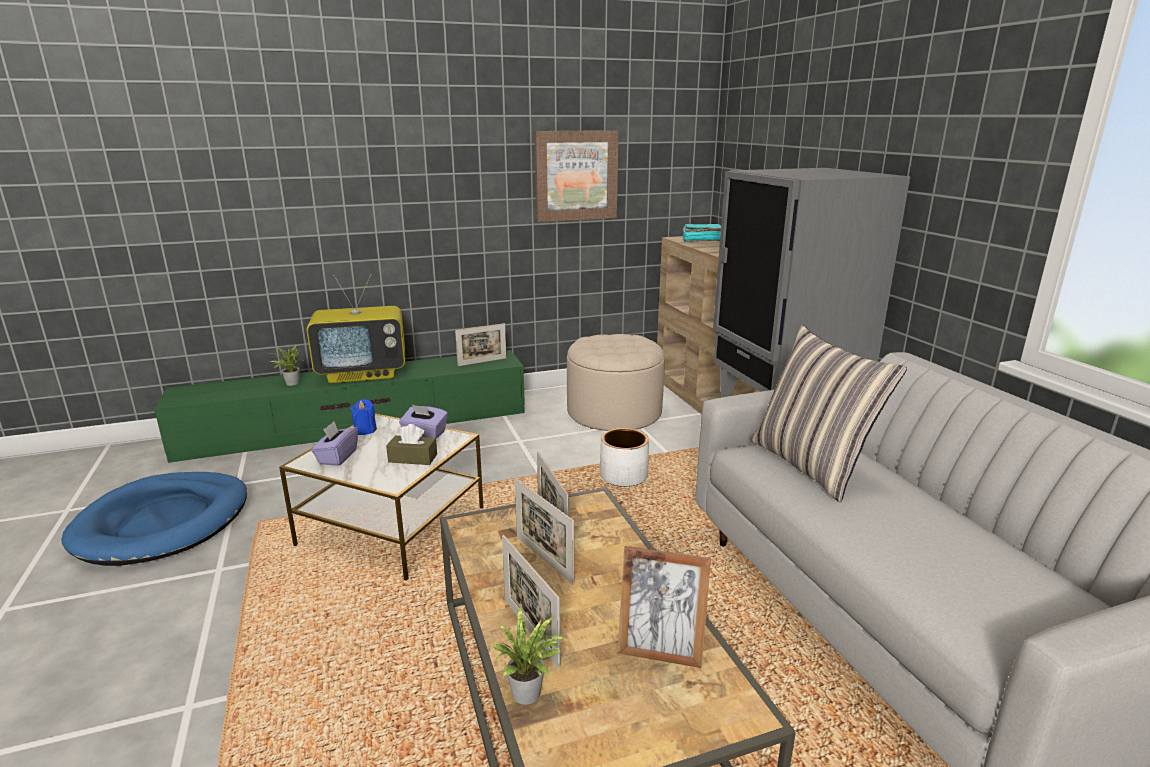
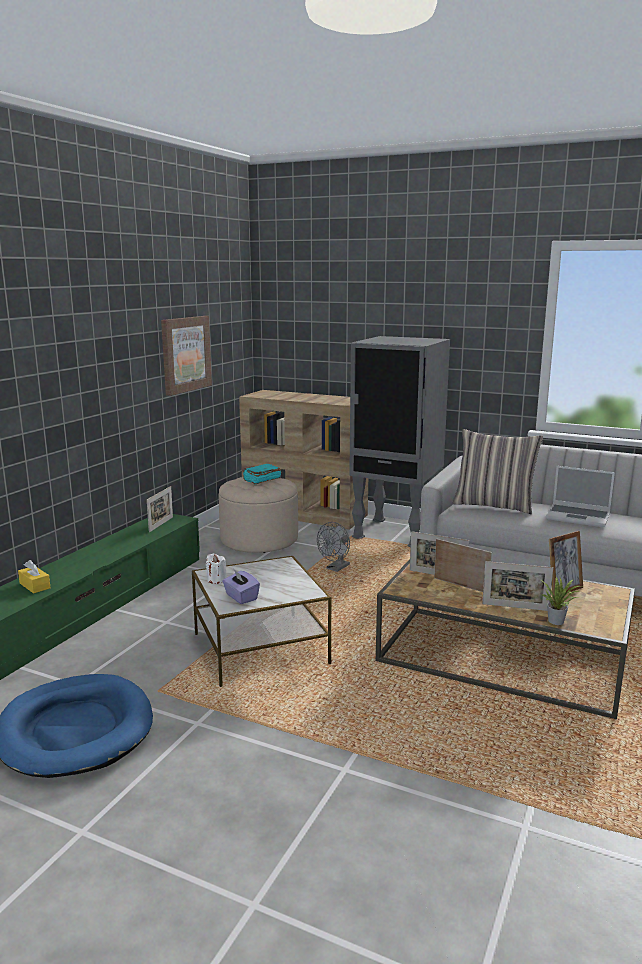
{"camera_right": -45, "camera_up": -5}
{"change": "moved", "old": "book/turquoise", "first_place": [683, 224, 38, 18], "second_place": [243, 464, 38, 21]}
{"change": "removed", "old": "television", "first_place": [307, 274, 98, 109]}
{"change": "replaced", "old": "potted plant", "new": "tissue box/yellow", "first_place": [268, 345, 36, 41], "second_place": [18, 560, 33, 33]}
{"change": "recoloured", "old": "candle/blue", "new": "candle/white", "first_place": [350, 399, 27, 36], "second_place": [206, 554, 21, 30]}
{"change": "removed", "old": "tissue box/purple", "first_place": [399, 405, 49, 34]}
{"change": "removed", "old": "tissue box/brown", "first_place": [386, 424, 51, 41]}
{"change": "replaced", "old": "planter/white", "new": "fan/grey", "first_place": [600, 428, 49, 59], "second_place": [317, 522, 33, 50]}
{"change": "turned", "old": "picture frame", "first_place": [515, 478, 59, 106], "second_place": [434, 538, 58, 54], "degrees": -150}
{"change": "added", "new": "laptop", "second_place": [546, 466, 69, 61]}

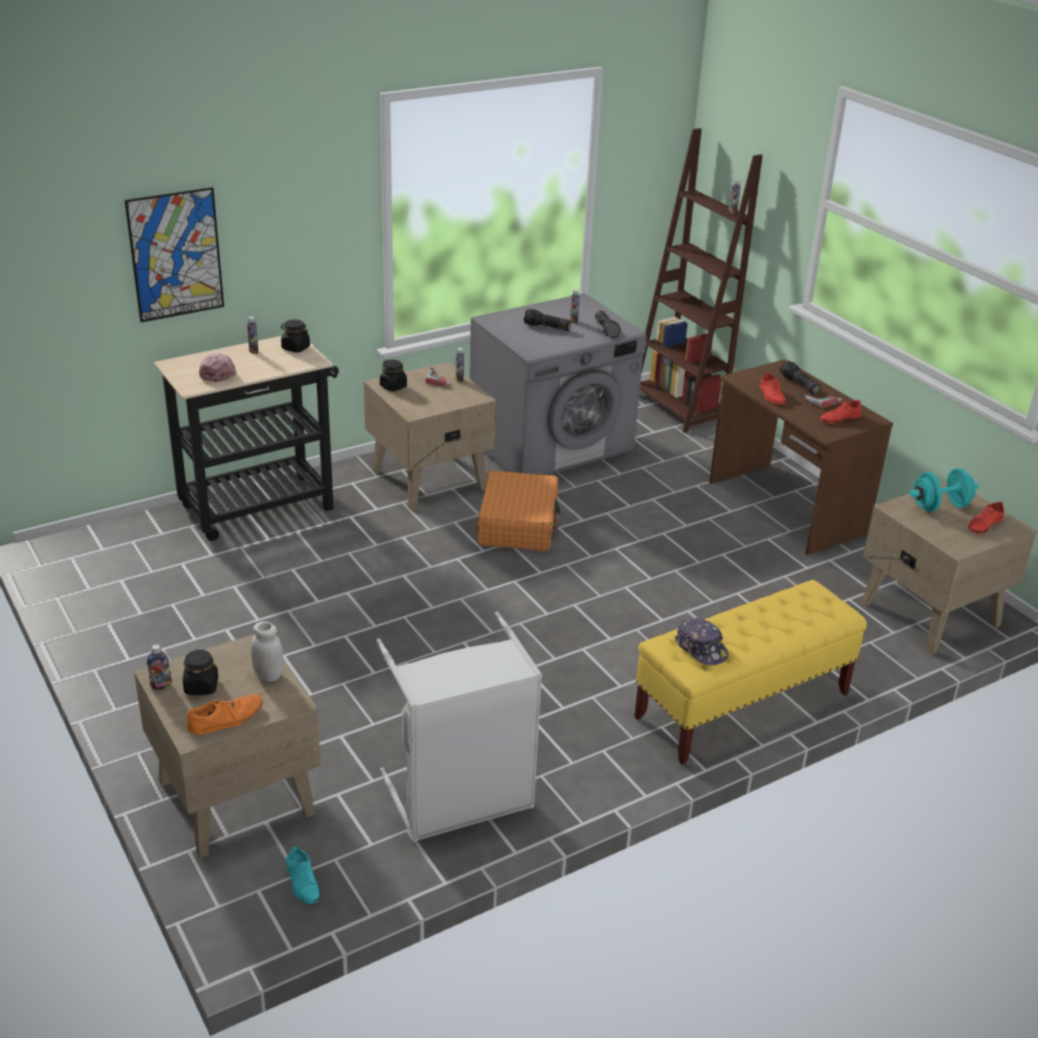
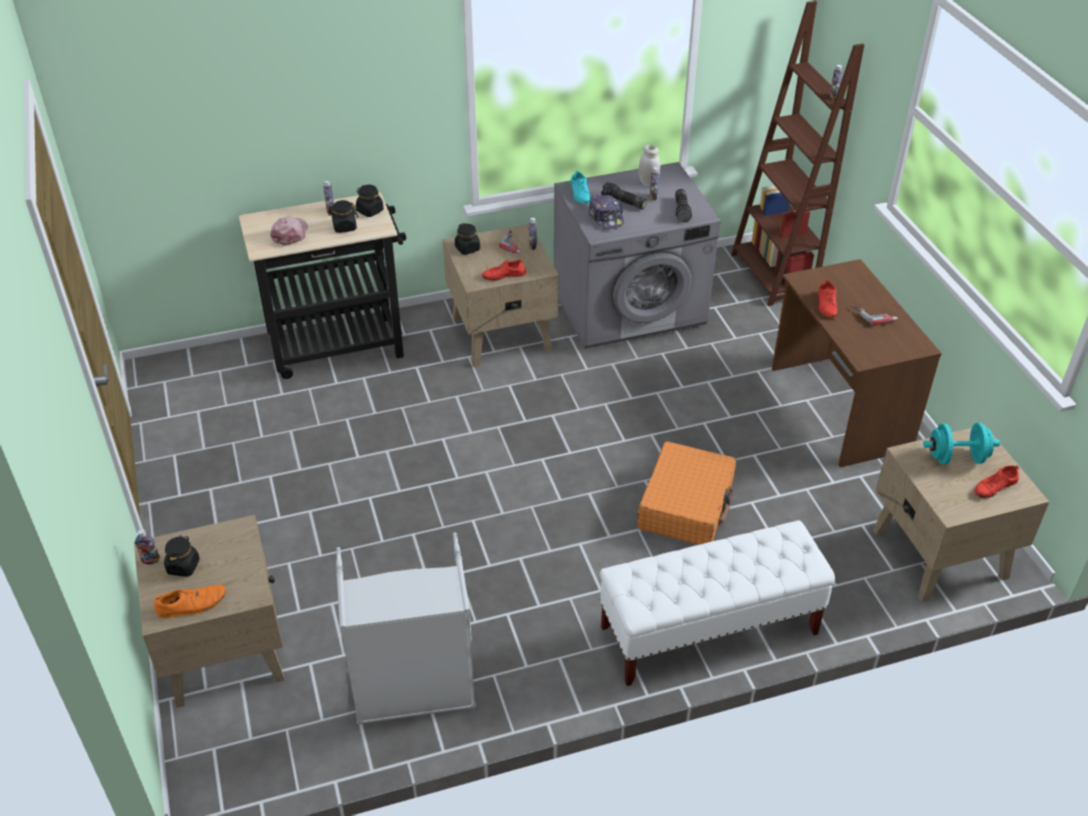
{"camera_right": 15, "camera_up": 10}
{"change": "removed", "old": "picture", "first_place": [124, 187, 100, 135]}
{"change": "removed", "old": "flashlight", "first_place": [780, 361, 41, 33]}
{"change": "moved", "old": "shoe/red", "first_place": [820, 399, 42, 25], "second_place": [482, 260, 44, 21]}
{"change": "moved", "old": "suitcase/orange", "first_place": [477, 470, 83, 81], "second_place": [637, 441, 99, 104]}
{"change": "recoloured", "old": "bench/yellow", "new": "bench/white", "first_place": [634, 580, 233, 185], "second_place": [600, 520, 235, 166]}
{"change": "moved", "old": "cap", "first_place": [675, 618, 54, 47], "second_place": [588, 195, 36, 34]}
{"change": "moved", "old": "jar/white", "first_place": [251, 621, 33, 61], "second_place": [639, 145, 21, 42]}
{"change": "moved", "old": "shoe/turquoise", "first_place": [286, 846, 34, 58], "second_place": [571, 171, 20, 32]}
{"change": "added", "new": "jar/black", "second_place": [328, 200, 30, 33]}

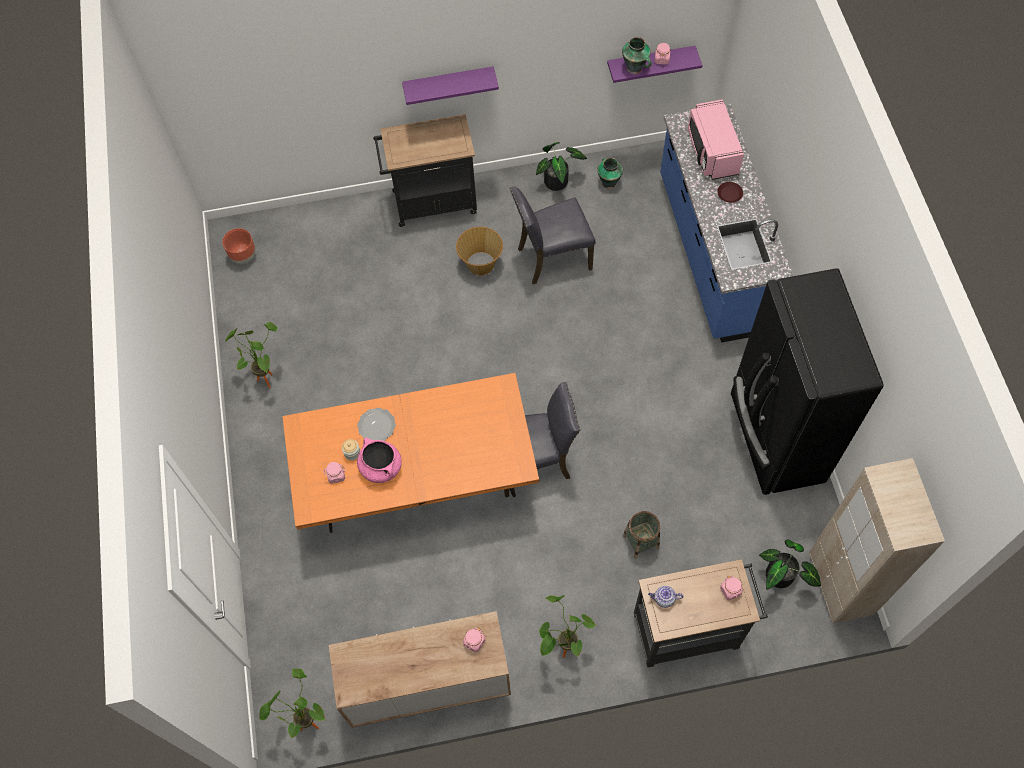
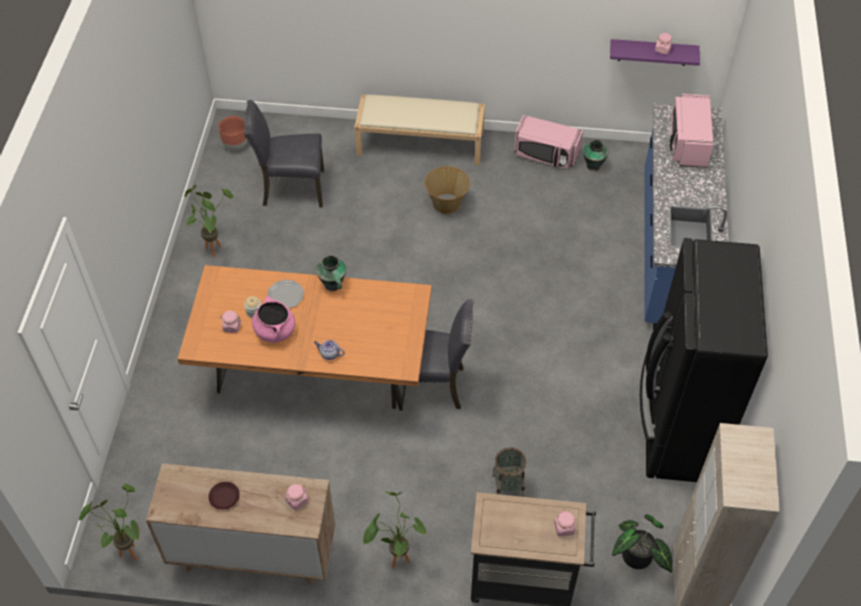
{"camera_right": 15, "camera_up": -10}
{"change": "moved", "old": "vase", "first_place": [622, 37, 30, 37], "second_place": [316, 255, 30, 37]}
{"change": "removed", "old": "shelf/purple", "first_place": [402, 66, 97, 39]}
{"change": "replaced", "old": "cart/black", "new": "bench/beige", "first_place": [373, 114, 104, 113], "second_place": [354, 94, 131, 71]}
{"change": "replaced", "old": "potted plant", "new": "microwave/pink", "first_place": [536, 142, 51, 49], "second_place": [514, 115, 69, 54]}
{"change": "moved", "old": "plate/brown", "first_place": [717, 182, 26, 21], "second_place": [208, 482, 32, 28]}
{"change": "moved", "old": "chair/grey", "first_place": [510, 186, 86, 98], "second_place": [244, 100, 80, 108]}
{"change": "moved", "old": "teapot", "first_place": [648, 586, 35, 22], "second_place": [314, 340, 31, 20]}

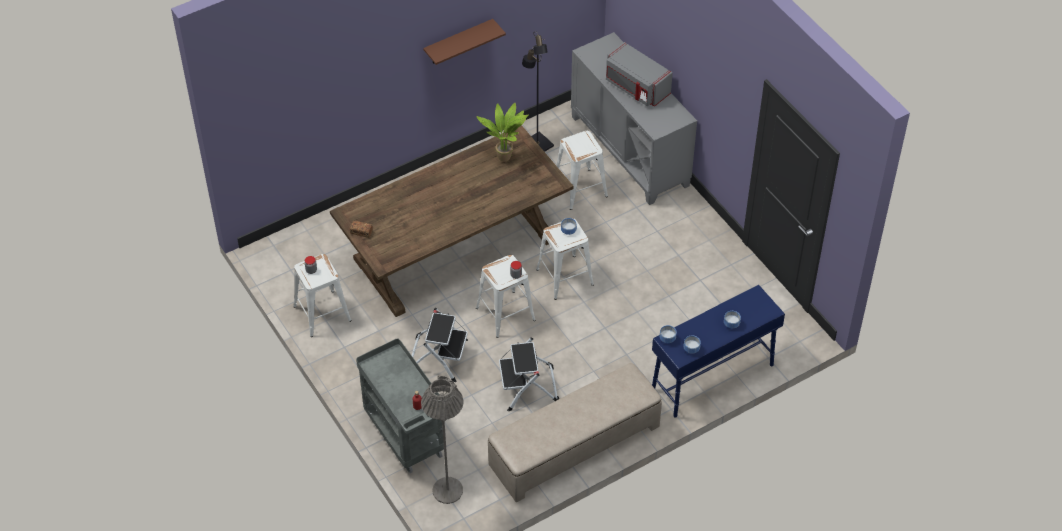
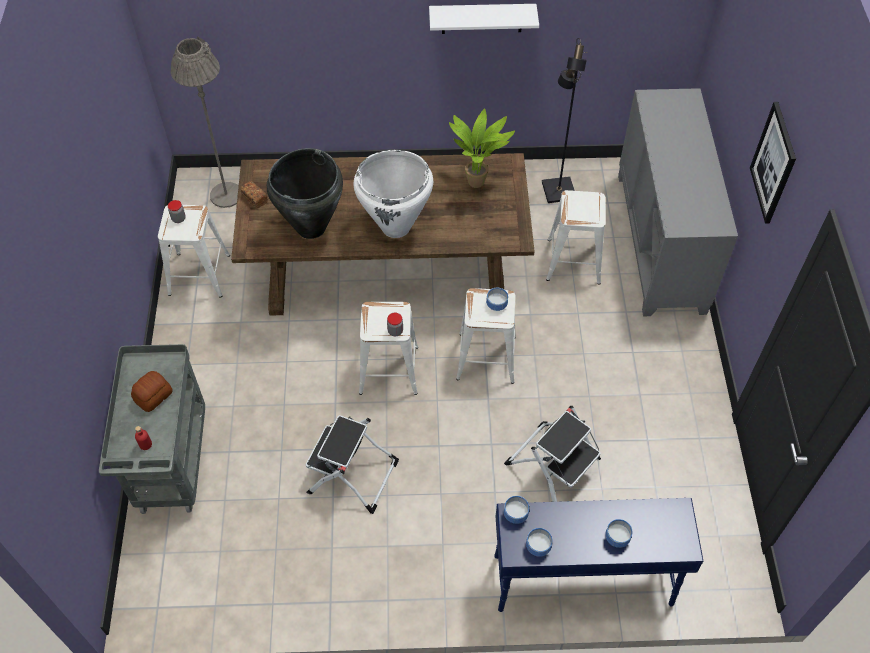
{"camera_right": 30, "camera_up": 5}
{"change": "recoloured", "old": "shelf/brown", "new": "shelf/white", "first_place": [423, 19, 83, 46], "second_place": [429, 4, 110, 30]}
{"change": "removed", "old": "microwave/grey", "first_place": [606, 42, 67, 64]}
{"change": "moved", "old": "step ladder", "first_place": [412, 308, 56, 74], "second_place": [504, 406, 97, 96]}
{"change": "removed", "old": "bench/beige", "first_place": [488, 363, 174, 139]}
{"change": "moved", "old": "floor lamp/grey", "first_place": [421, 376, 43, 128], "second_place": [171, 37, 68, 171]}
{"change": "added", "new": "picture", "second_place": [750, 102, 46, 122]}
{"change": "added", "new": "vase/black", "second_place": [267, 148, 76, 91]}
{"change": "added", "new": "vase/white", "second_place": [354, 150, 79, 88]}
{"change": "added", "new": "bread", "second_place": [131, 371, 42, 41]}

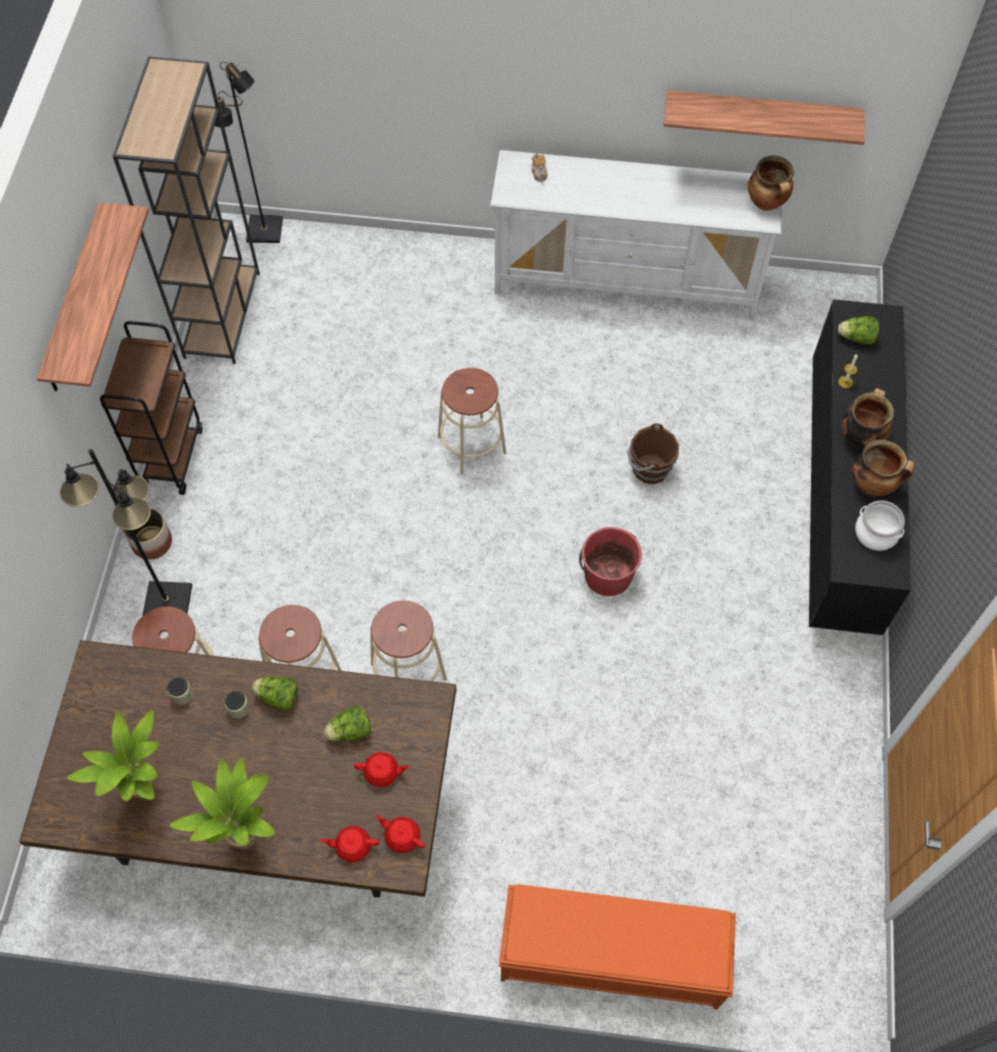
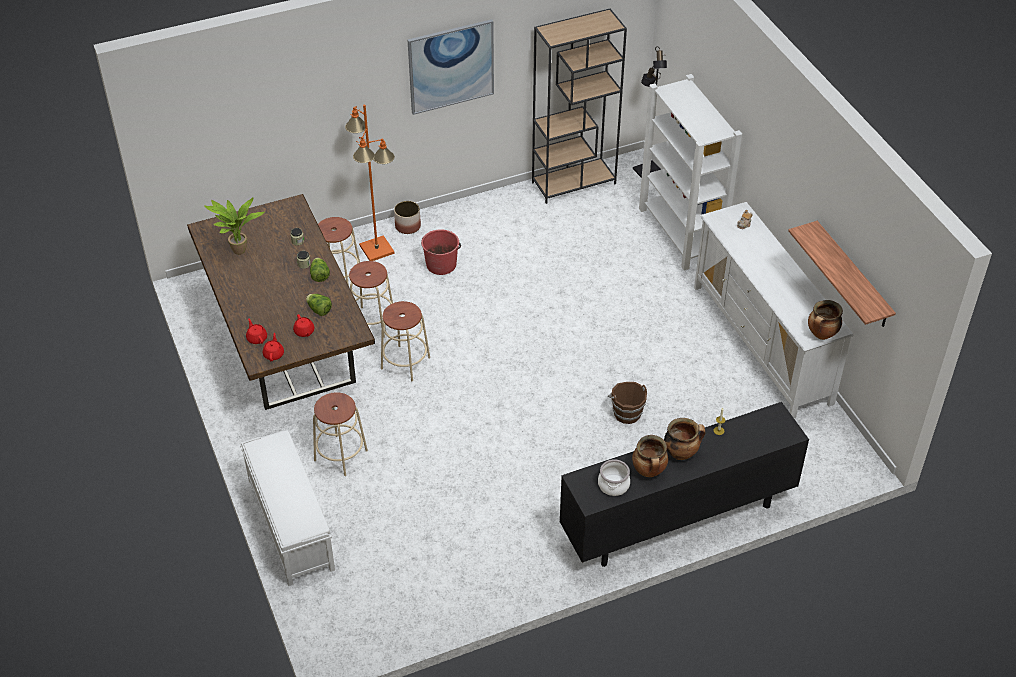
{"camera_right": 60, "camera_up": -15}
{"change": "replaced", "old": "shelf", "new": "picture", "first_place": [36, 202, 113, 189], "second_place": [408, 19, 86, 96]}
{"change": "removed", "old": "lettuce", "first_place": [838, 316, 41, 29]}
{"change": "removed", "old": "cart/brown", "first_place": [100, 321, 103, 174]}
{"change": "moved", "old": "stool/beige", "first_place": [438, 368, 68, 106], "second_place": [313, 392, 55, 84]}
{"change": "recoloured", "old": "floor lamp/black", "new": "floor lamp/orange", "first_place": [60, 449, 132, 167], "second_place": [345, 105, 50, 156]}
{"change": "moved", "old": "bucket/red", "first_place": [579, 527, 63, 69], "second_place": [421, 229, 40, 46]}
{"change": "removed", "old": "potted plant", "first_place": [169, 758, 106, 91]}
{"change": "recoloured", "old": "bench/orange", "new": "bench/white", "first_place": [499, 884, 237, 125], "second_place": [240, 431, 95, 155]}
{"change": "added", "new": "bookcase/white", "second_place": [639, 74, 103, 196]}

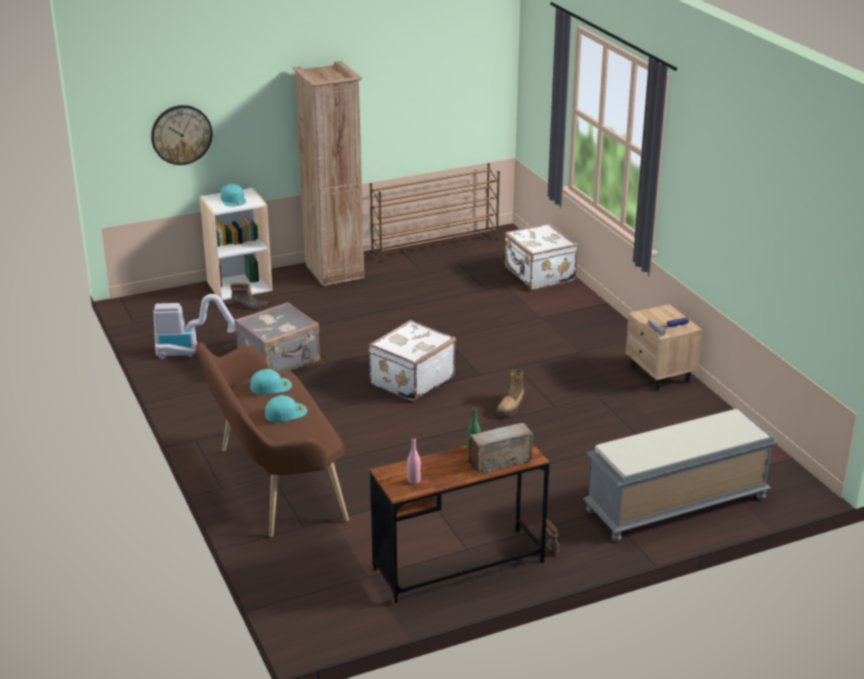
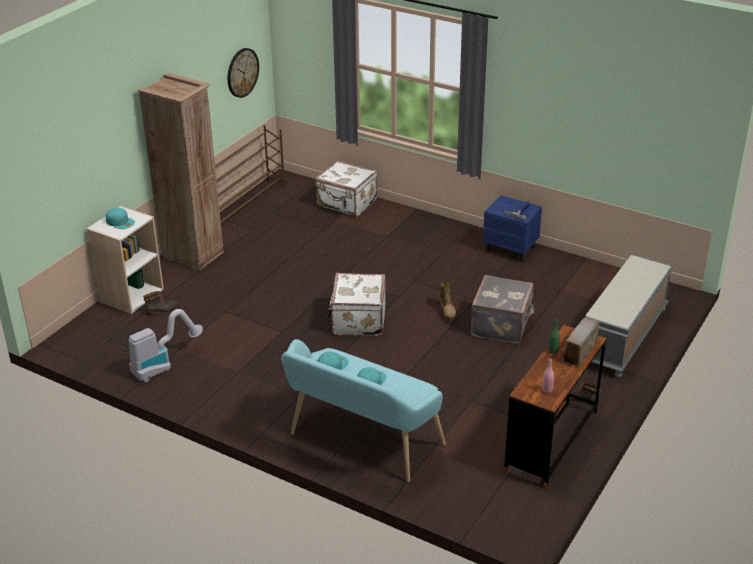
{"camera_right": -35, "camera_up": 5}
{"change": "moved", "old": "wall clock", "first_place": [151, 105, 62, 60], "second_place": [227, 48, 32, 50]}
{"change": "moved", "old": "suitcase/grey", "first_place": [234, 302, 86, 70], "second_place": [471, 275, 63, 69]}
{"change": "recoloured", "old": "nightstand/beige", "new": "nightstand/blue", "first_place": [625, 304, 77, 86], "second_place": [483, 195, 59, 67]}
{"change": "recoloured", "old": "bench/brown", "new": "bench/turquoise", "first_place": [196, 342, 153, 195], "second_place": [281, 339, 165, 143]}

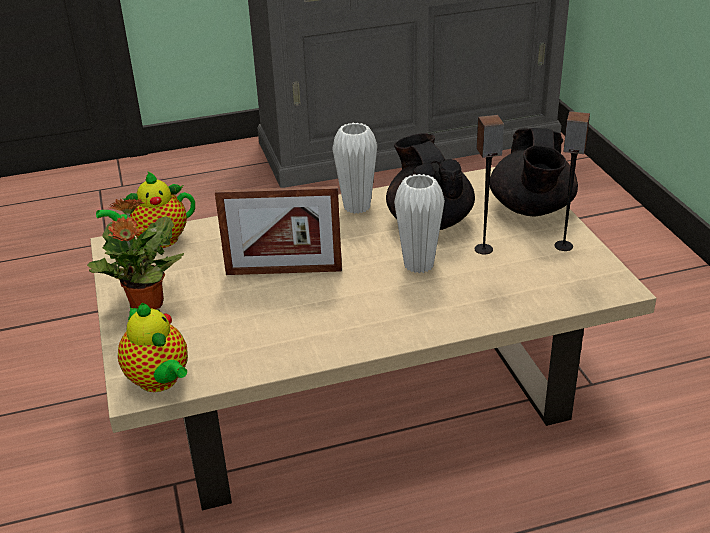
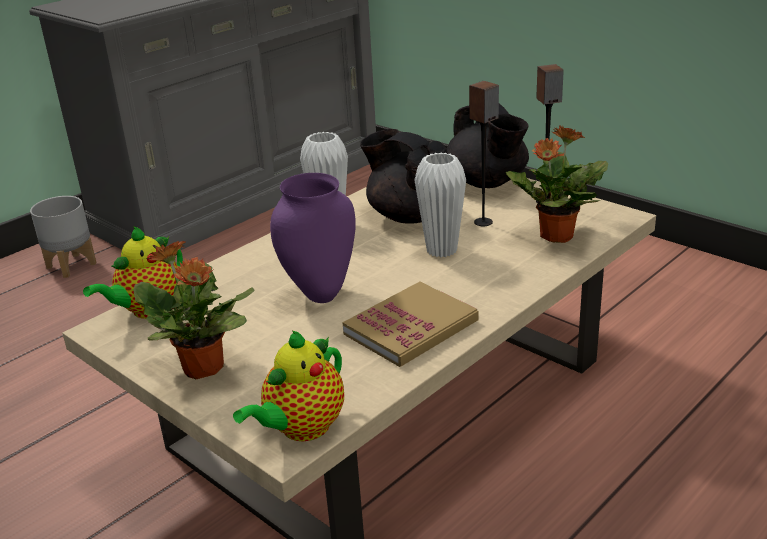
{"camera_right": -30, "camera_up": -5}
{"change": "replaced", "old": "picture frame", "new": "vase/purple", "first_place": [215, 186, 127, 89], "second_place": [270, 173, 86, 130]}
{"change": "turned", "old": "teapot", "first_place": [118, 303, 70, 89], "second_place": [233, 331, 111, 110], "degrees": 105}
{"change": "added", "new": "potted plant", "second_place": [506, 126, 102, 117]}
{"change": "added", "new": "planter/grey", "second_place": [30, 196, 66, 82]}
{"change": "added", "new": "book", "second_place": [342, 282, 137, 85]}

